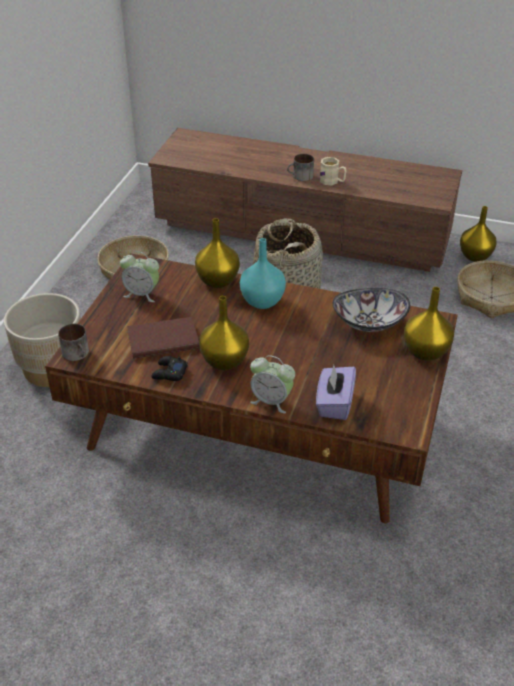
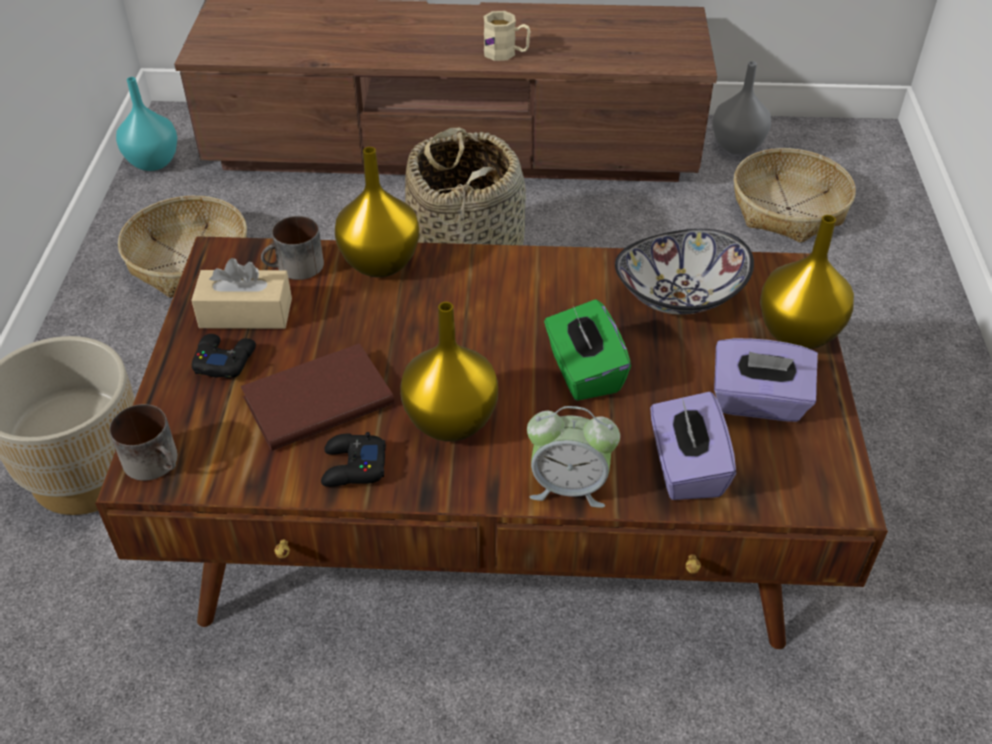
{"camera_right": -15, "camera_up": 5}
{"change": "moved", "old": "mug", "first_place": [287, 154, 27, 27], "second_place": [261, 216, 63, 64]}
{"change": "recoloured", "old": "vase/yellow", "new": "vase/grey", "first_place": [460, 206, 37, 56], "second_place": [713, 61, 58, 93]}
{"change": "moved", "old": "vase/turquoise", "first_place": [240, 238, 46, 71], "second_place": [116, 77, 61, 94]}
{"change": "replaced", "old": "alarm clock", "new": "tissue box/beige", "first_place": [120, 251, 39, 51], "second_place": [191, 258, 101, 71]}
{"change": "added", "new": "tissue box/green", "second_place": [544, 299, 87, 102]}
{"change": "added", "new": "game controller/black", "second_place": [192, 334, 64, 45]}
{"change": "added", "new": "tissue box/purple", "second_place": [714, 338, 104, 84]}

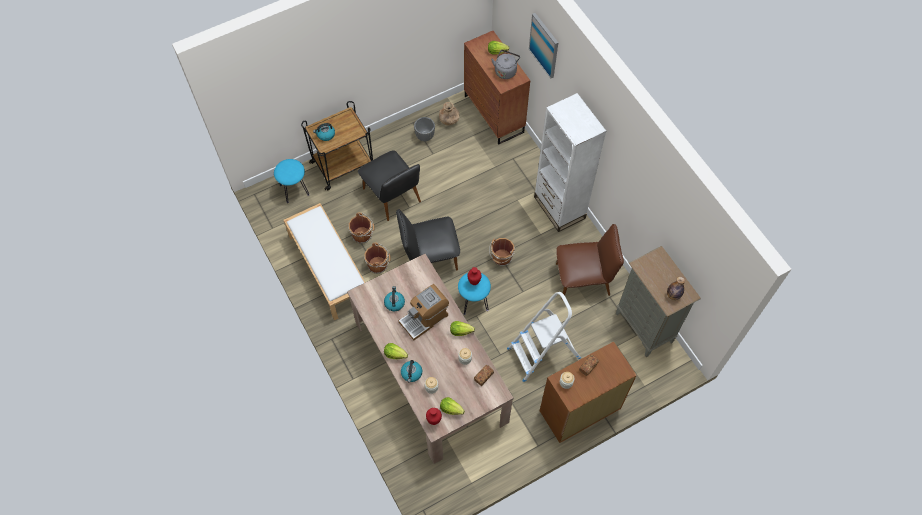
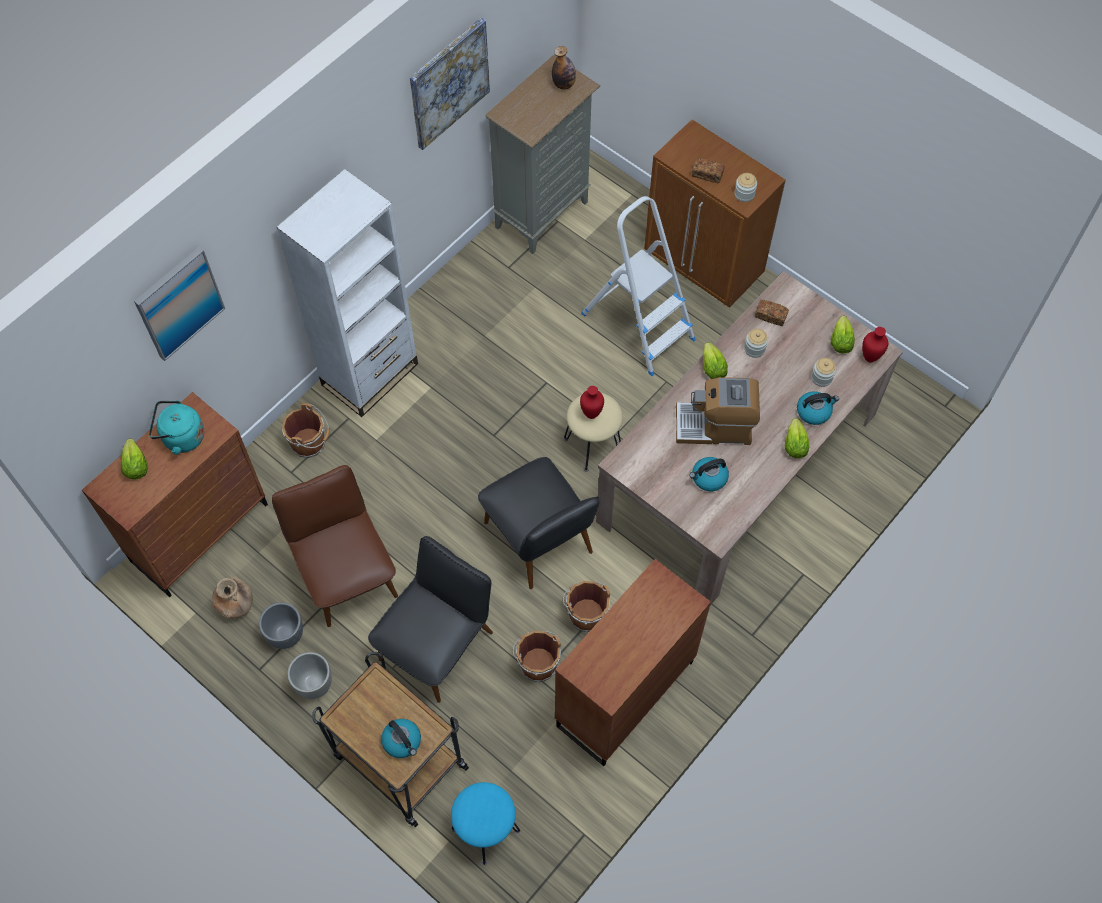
{"camera_right": -110, "camera_up": 0}
{"change": "recoloured", "old": "kettle/grey", "new": "kettle/turquoise", "first_place": [491, 50, 29, 29], "second_place": [149, 401, 55, 54]}
{"change": "replaced", "old": "bench/white", "new": "dresser/brown", "first_place": [284, 203, 81, 118], "second_place": [555, 559, 156, 207]}
{"change": "moved", "old": "chair/brown", "first_place": [556, 224, 68, 76], "second_place": [272, 465, 126, 162]}
{"change": "moved", "old": "bucket/brown", "first_place": [489, 238, 26, 28], "second_place": [282, 403, 48, 55]}
{"change": "recoloured", "old": "stool/turquoise", "new": "stool/beige", "first_place": [458, 273, 33, 42], "second_place": [564, 393, 59, 78]}
{"change": "turned", "old": "coffee machine", "first_place": [399, 284, 50, 56], "second_place": [676, 377, 84, 68], "degrees": 150}
{"change": "added", "new": "picture", "second_place": [410, 18, 80, 132]}
{"change": "added", "new": "planter/grey", "second_place": [287, 652, 45, 47]}

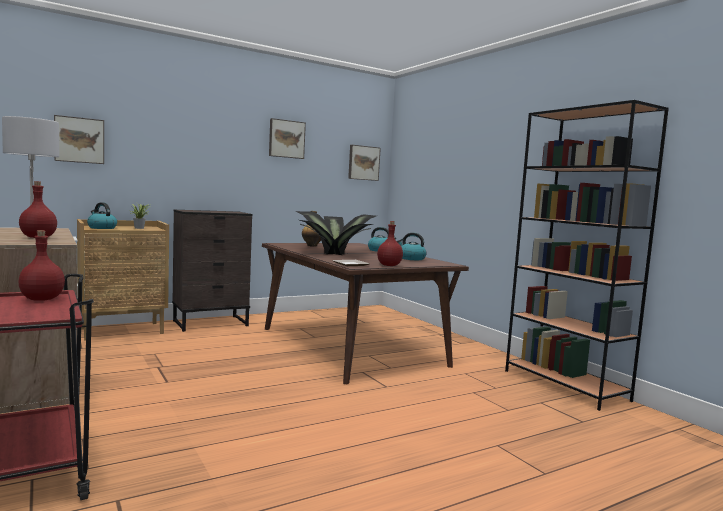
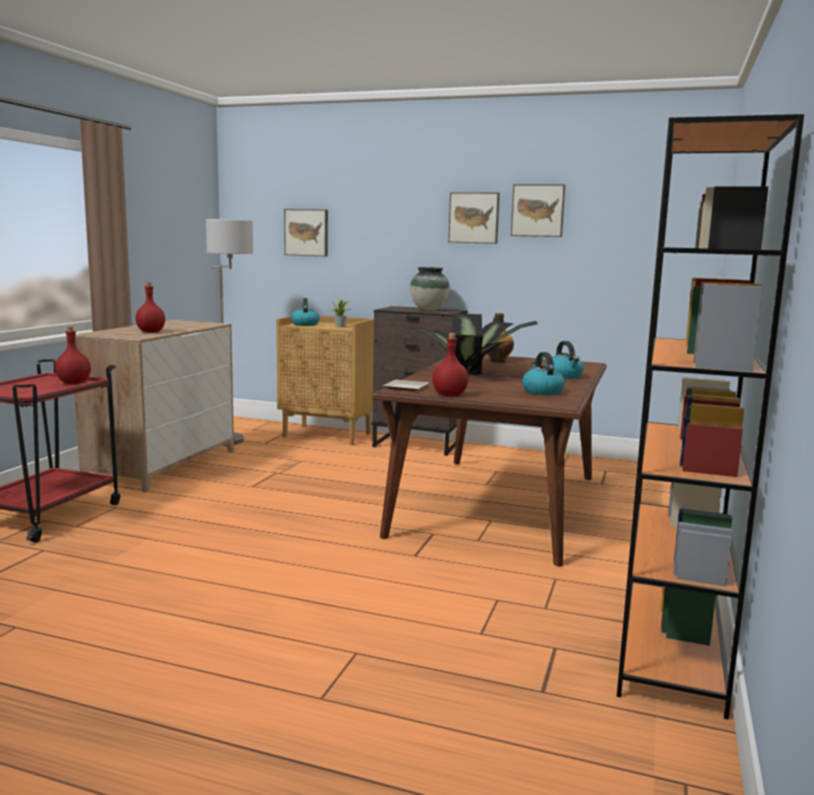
{"camera_right": 50, "camera_up": 5}
{"change": "moved", "old": "picture", "first_place": [348, 145, 33, 36], "second_place": [448, 192, 52, 52]}
{"change": "added", "new": "vase", "second_place": [410, 267, 40, 43]}

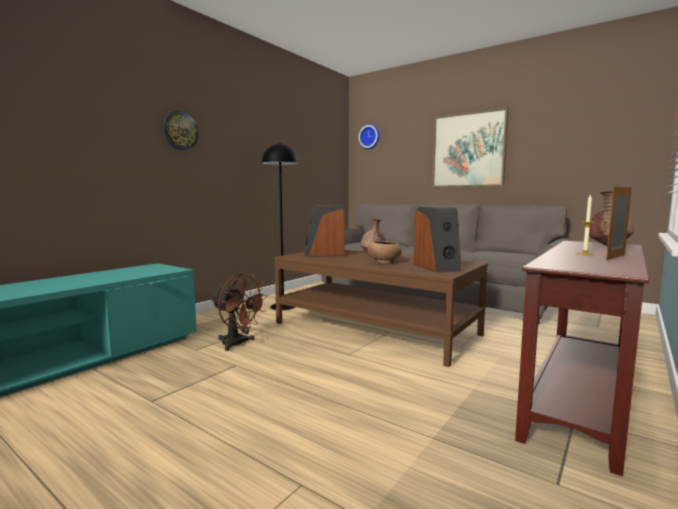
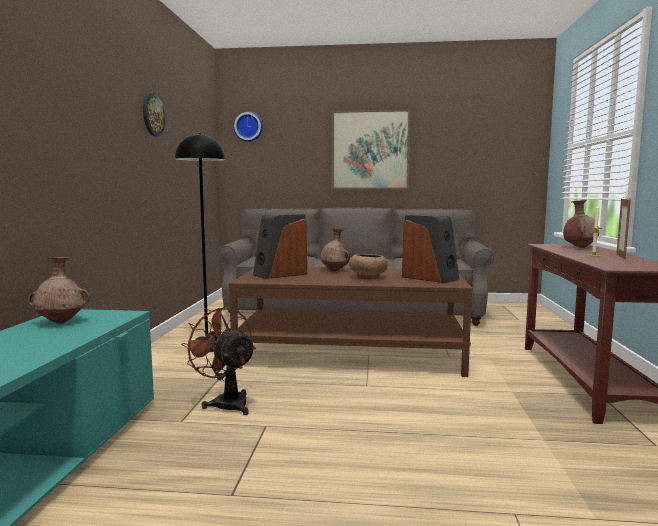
{"camera_right": -30, "camera_up": 0}
{"change": "moved", "old": "wall clock", "first_place": [163, 111, 36, 39], "second_place": [143, 93, 22, 44]}
{"change": "turned", "old": "fan/brown", "first_place": [211, 274, 57, 77], "second_place": [181, 306, 75, 109], "degrees": -135}
{"change": "added", "new": "vase/brown", "second_place": [28, 257, 62, 67]}

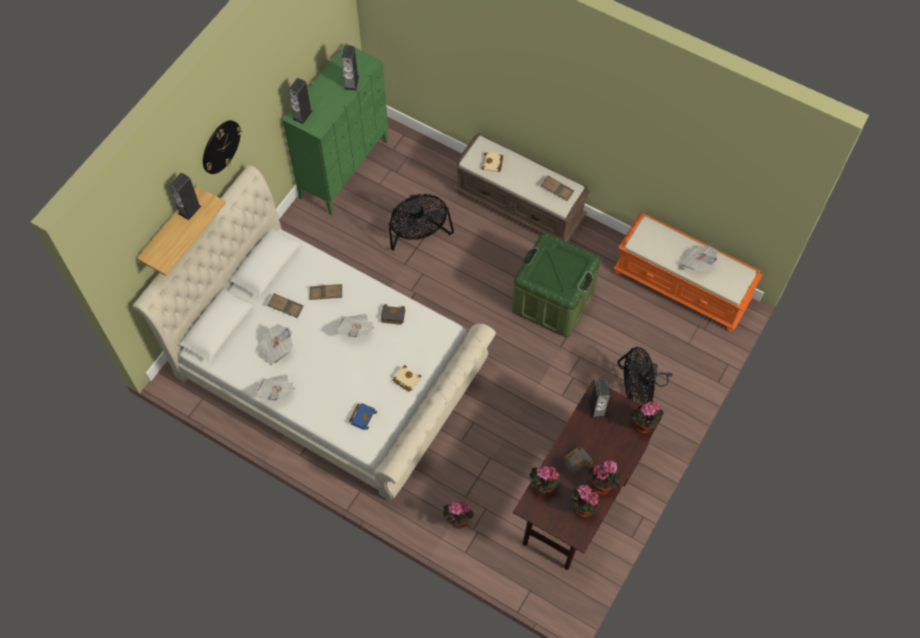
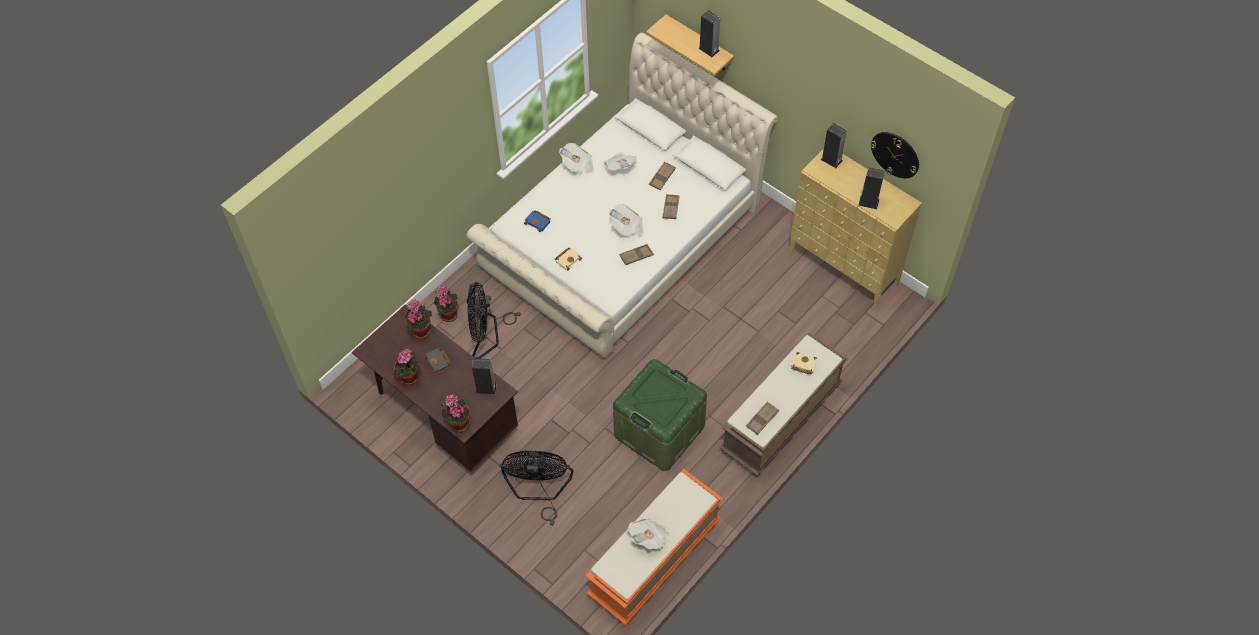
{"camera_right": 100, "camera_up": -5}
{"change": "recoloured", "old": "dresser/green", "new": "dresser/beige", "first_place": [283, 43, 105, 172], "second_place": [789, 149, 133, 160]}
{"change": "moved", "old": "wall clock", "first_place": [203, 120, 39, 54], "second_place": [870, 132, 49, 46]}
{"change": "moved", "old": "fan/black", "first_place": [388, 194, 66, 57], "second_place": [467, 282, 54, 76]}
{"change": "replaced", "old": "book/black", "new": "tray/brown", "first_place": [381, 304, 24, 21], "second_place": [619, 244, 35, 21]}
{"change": "removed", "old": "potted plant", "first_place": [570, 484, 30, 34]}

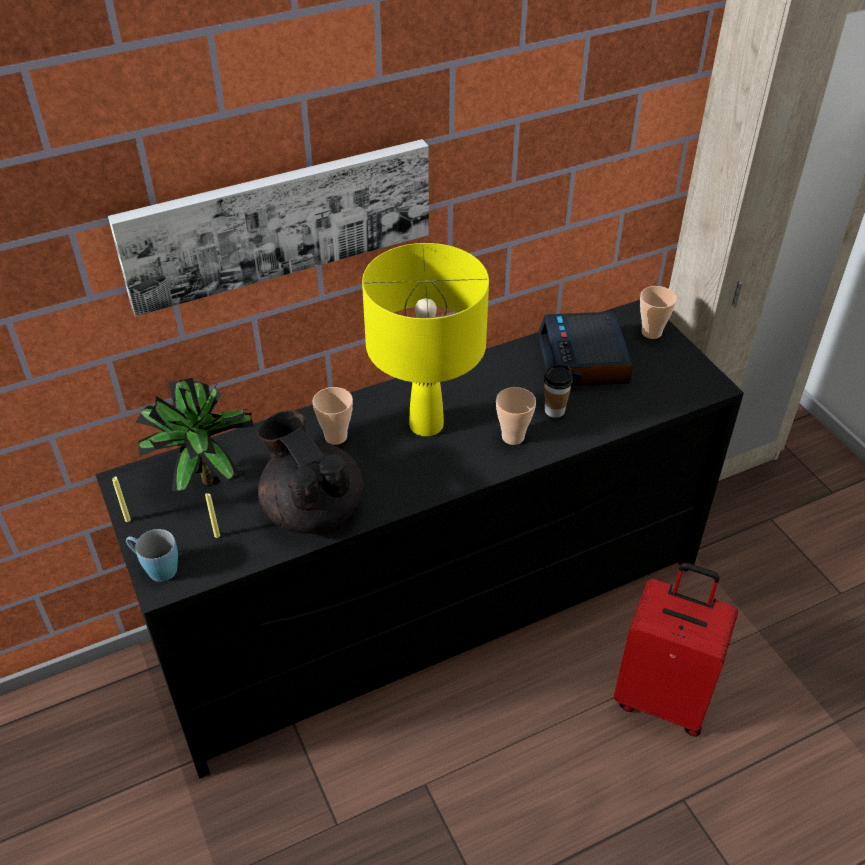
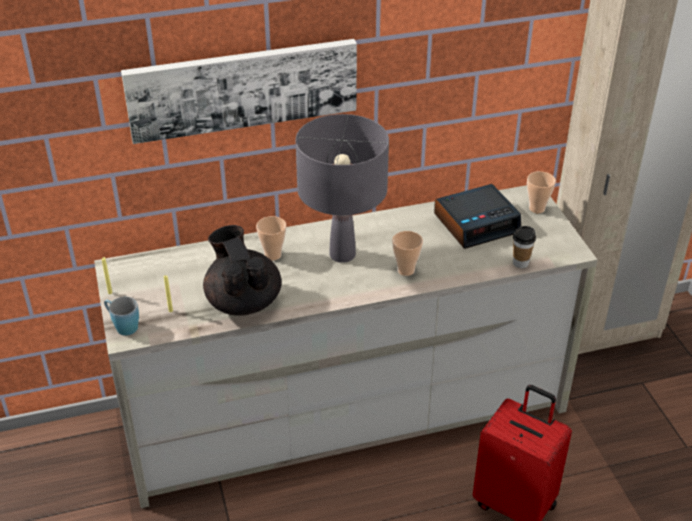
{"camera_right": 10, "camera_up": -5}
{"change": "recoloured", "old": "table lamp/yellow", "new": "table lamp/grey", "first_place": [362, 243, 127, 194], "second_place": [296, 114, 93, 149]}
{"change": "recoloured", "old": "dresser/black", "new": "dresser/white", "first_place": [95, 300, 649, 478], "second_place": [94, 185, 503, 323]}
{"change": "turned", "old": "alarm clock", "first_place": [538, 312, 95, 74], "second_place": [434, 184, 87, 65], "degrees": -120}
{"change": "moved", "old": "cup", "first_place": [544, 364, 29, 54], "second_place": [513, 226, 23, 42]}
{"change": "removed", "old": "potted plant", "first_place": [136, 378, 118, 116]}

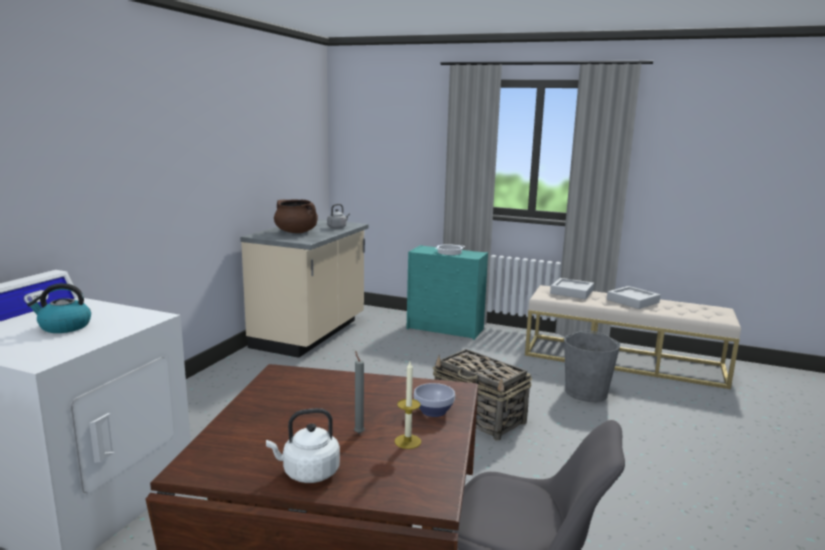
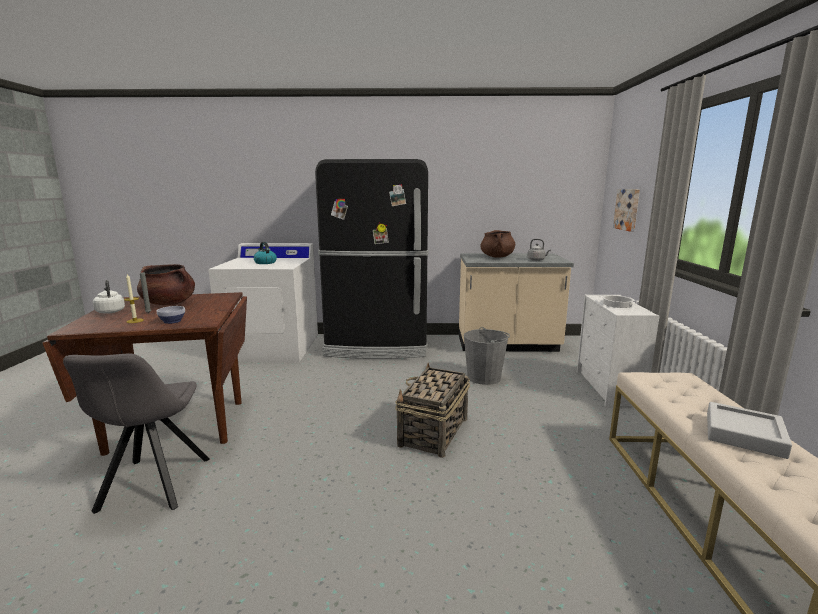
{"camera_right": 70, "camera_up": 0}
{"change": "recoloured", "old": "dresser/turquoise", "new": "dresser/white", "first_place": [406, 245, 82, 95], "second_place": [577, 295, 83, 111]}
{"change": "removed", "old": "tray/grey", "first_place": [550, 278, 44, 21]}
{"change": "moved", "old": "bucket/grey", "first_place": [564, 331, 56, 71], "second_place": [464, 327, 46, 58]}
{"change": "added", "new": "fridge/black", "second_place": [315, 159, 114, 200]}
{"change": "added", "new": "picture", "second_place": [613, 189, 27, 43]}
{"change": "added", "new": "cooking pot/brown", "second_place": [137, 264, 58, 41]}

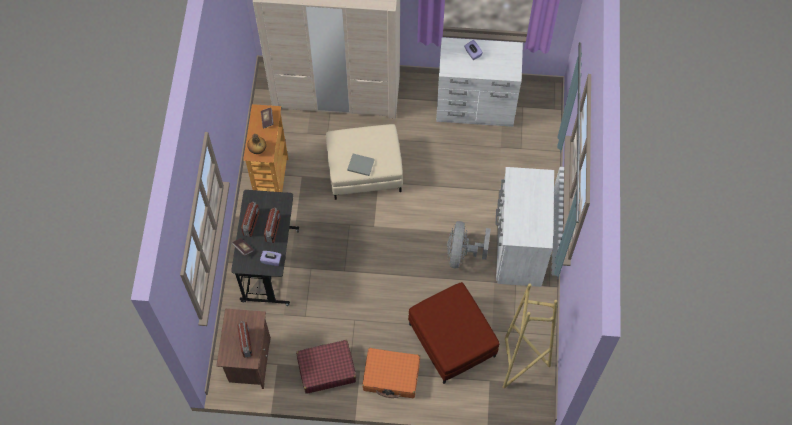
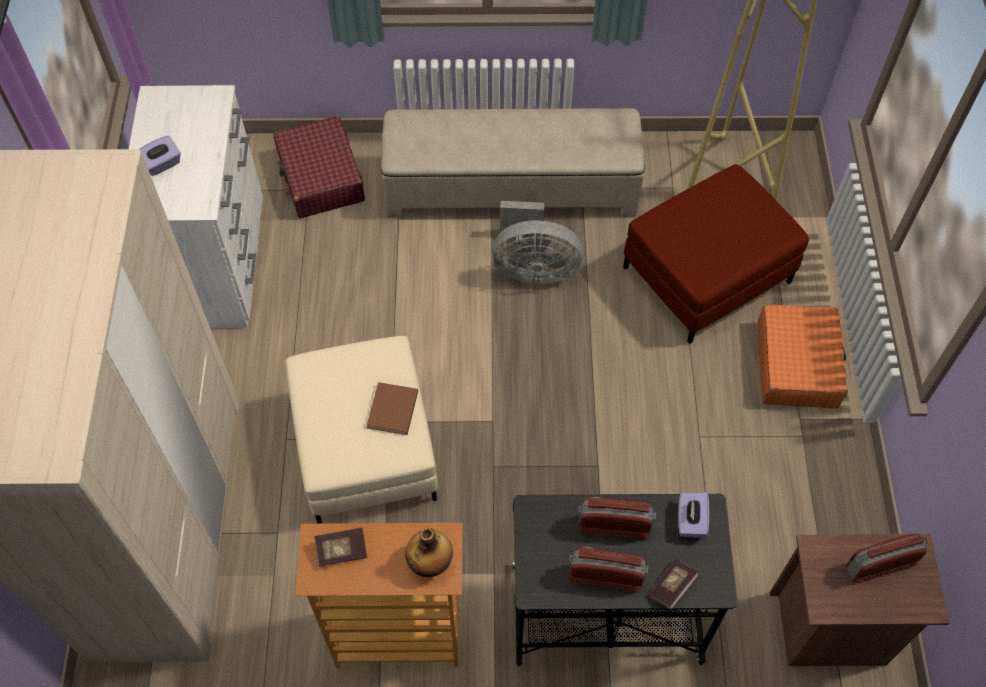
{"camera_right": -95, "camera_up": -5}
{"change": "recoloured", "old": "book/grey", "new": "book/brown", "first_place": [347, 154, 27, 22], "second_place": [366, 382, 52, 53]}
{"change": "replaced", "old": "dresser/white", "new": "bench/beige", "first_place": [495, 167, 59, 120], "second_place": [381, 108, 264, 110]}
{"change": "moved", "old": "suitcase/red", "first_place": [296, 340, 60, 54], "second_place": [273, 116, 92, 102]}

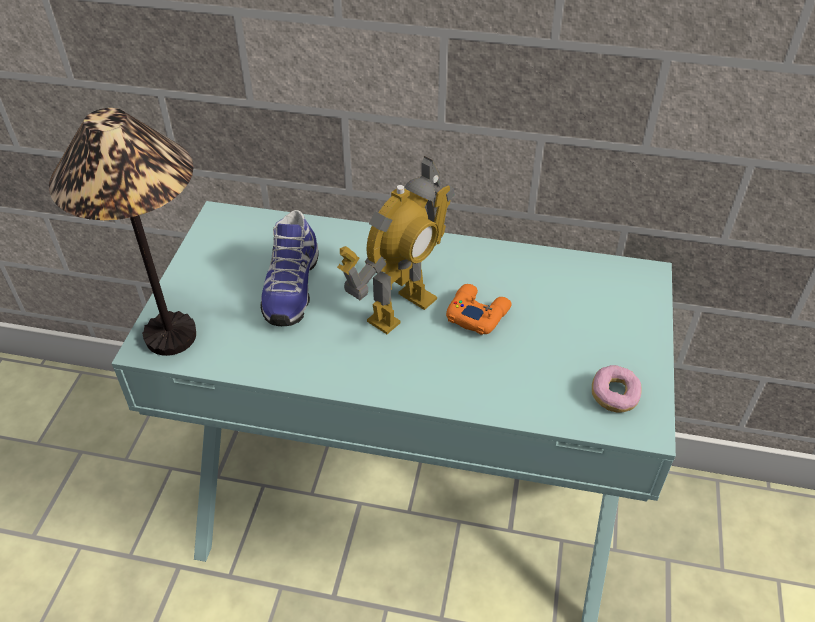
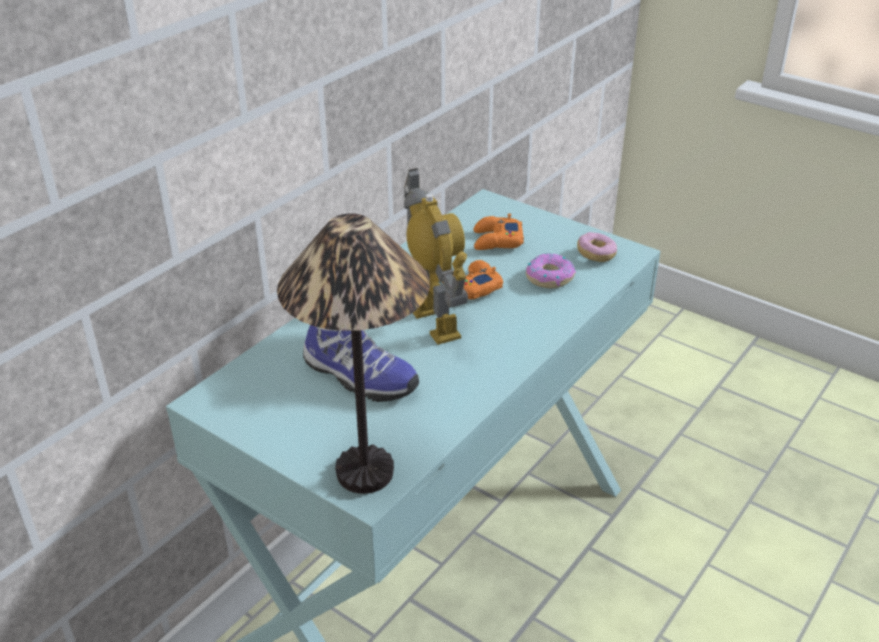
{"camera_right": -65, "camera_up": -10}
{"change": "added", "new": "game controller/orange", "second_place": [473, 213, 51, 37]}
{"change": "added", "new": "donut", "second_place": [526, 253, 50, 35]}

